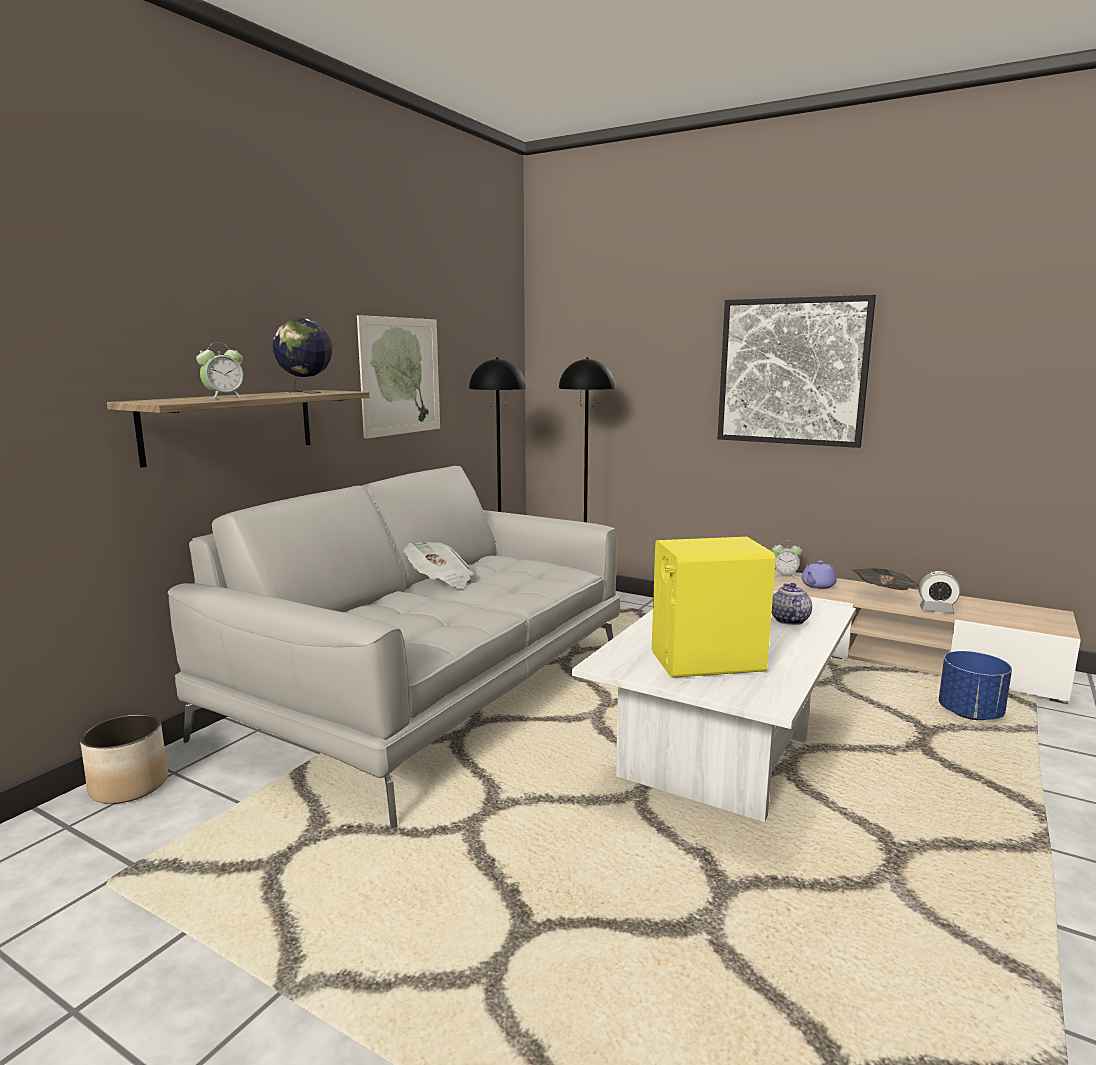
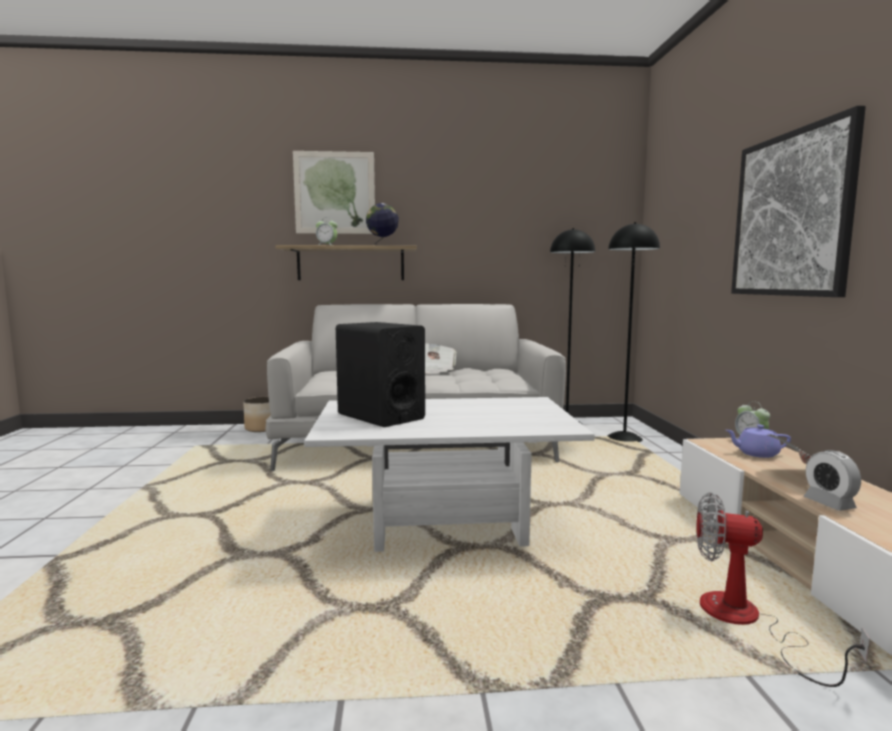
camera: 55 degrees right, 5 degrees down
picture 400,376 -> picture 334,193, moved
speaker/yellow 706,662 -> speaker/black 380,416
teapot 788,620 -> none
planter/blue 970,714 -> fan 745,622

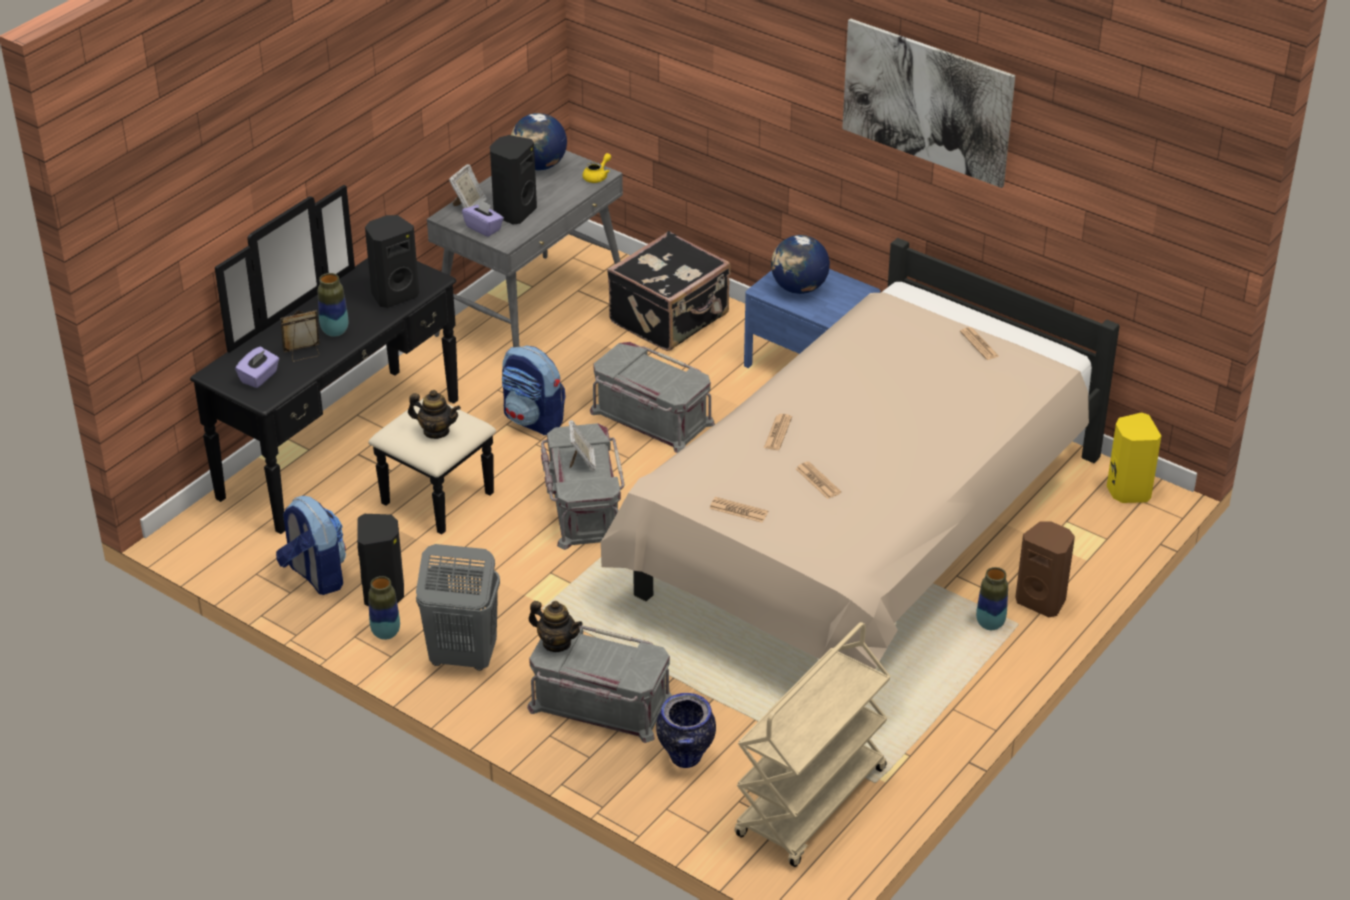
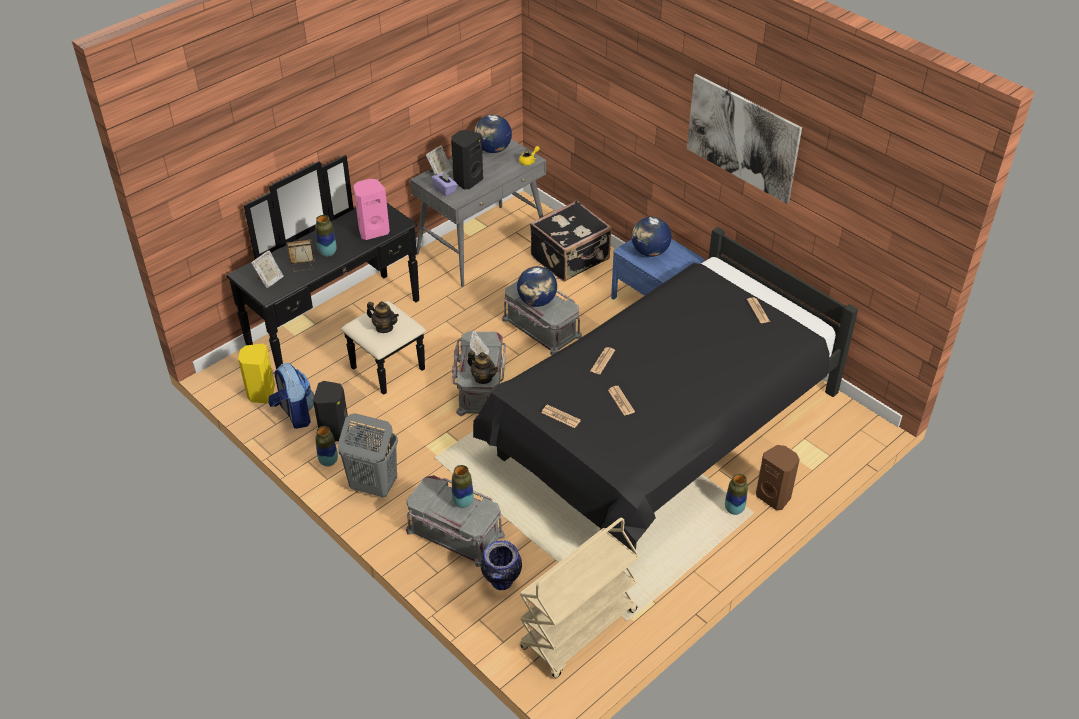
camera: 10 degrees right, 5 degrees up
tissue box/purple 259,377 -> picture frame 269,280
speaker/black 393,295 -> speaker/pink 373,231
backpack 534,420 -> none
teapot 556,643 -> teapot 483,378, moved
bed/beige 864,534 -> bed/black 662,430
speaker/yellow 1127,491 -> speaker/yellow 261,393, moved
none -> vase 463,502
none -> globe 537,301

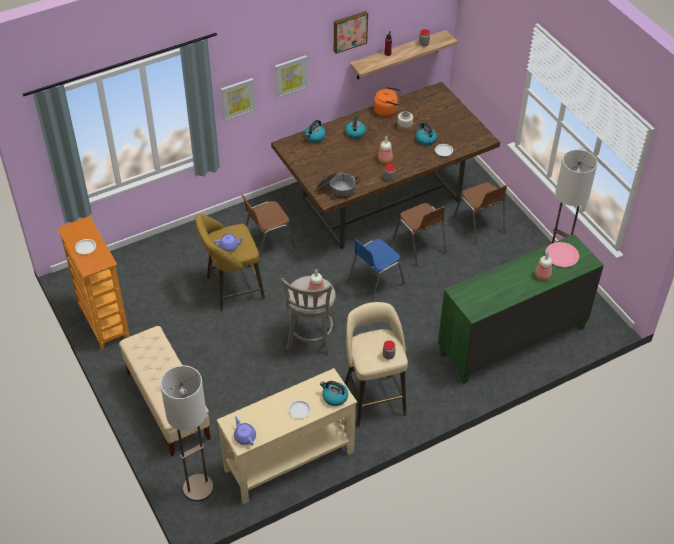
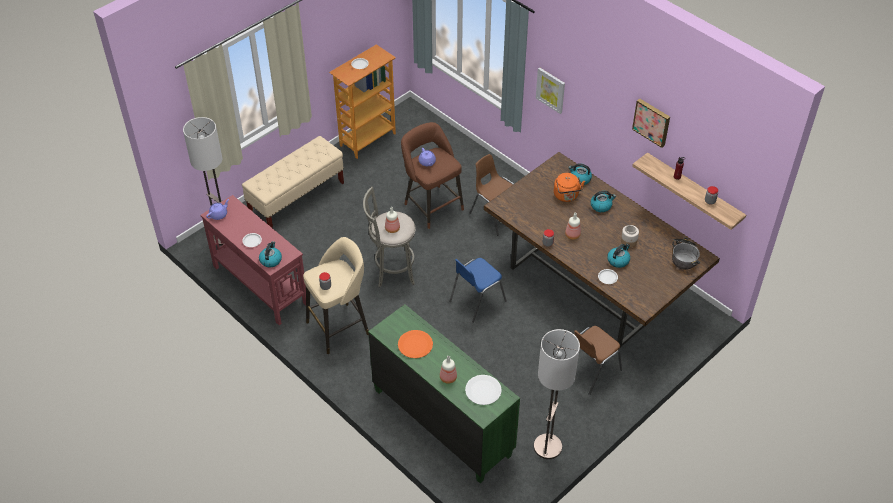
camera: 75 degrees right, 0 degrees up
stool/yellow 231,289 -> stool/brown 431,205
console table/beige 288,461 -> console table/red 260,284
picture 290,76 -> none
cooking pot 336,189 -> cooking pot 684,257, moved
chair/blue 374,283 -> chair/blue 476,301, 75 degrees counterclockwise
kettle/orange 387,110 -> kettle/orange 566,196, moved
chair/brown 419,246 -> none
plate/pink 561,255 -> plate/white 483,390
none -> plate/orange 415,345

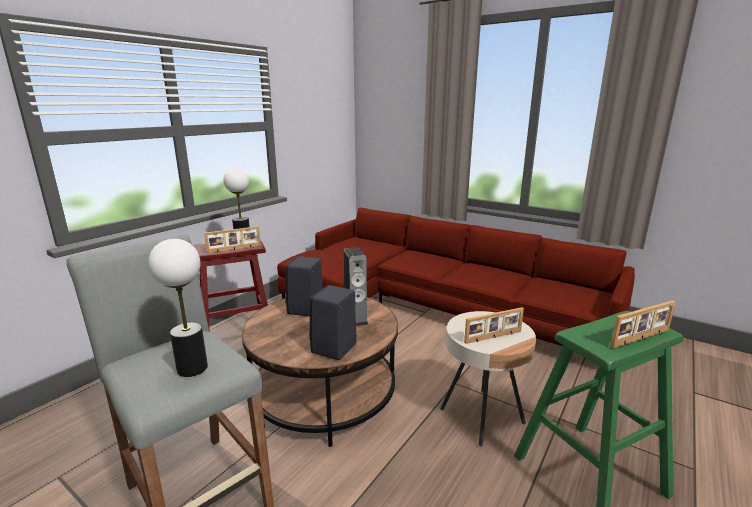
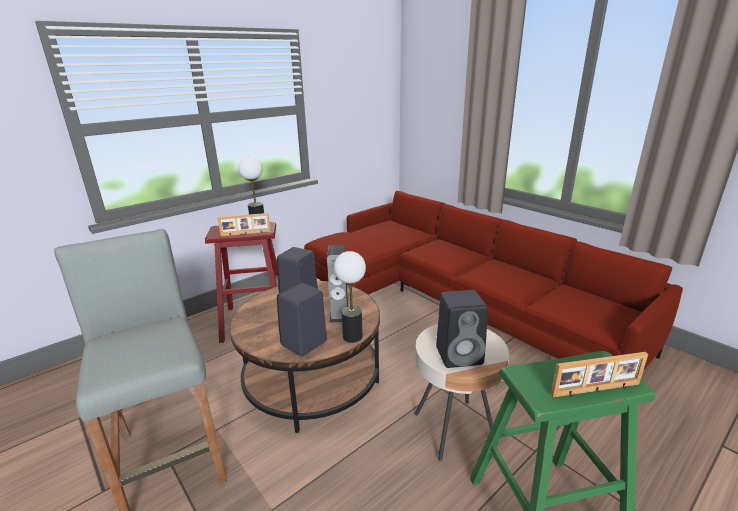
camera: 15 degrees right, 5 degrees up
table lamp 193,368 -> table lamp 353,337, moved
picture frame 493,337 -> speaker/black 460,355

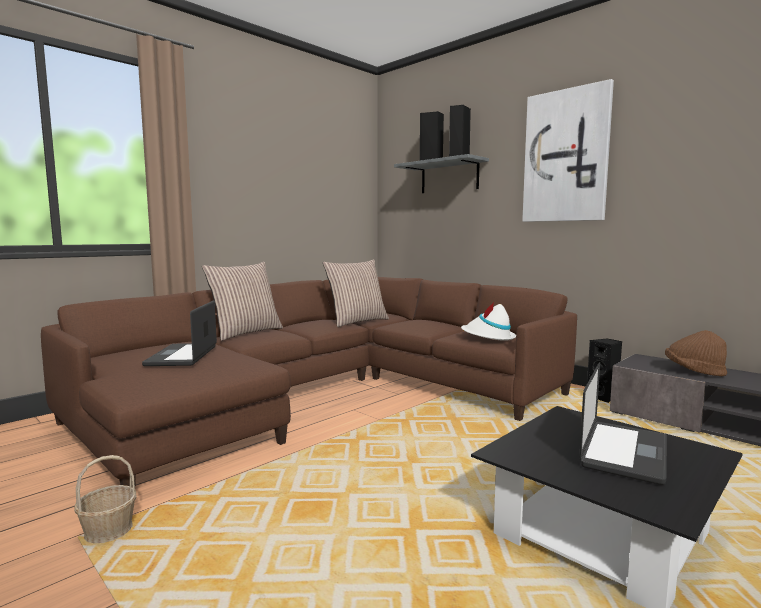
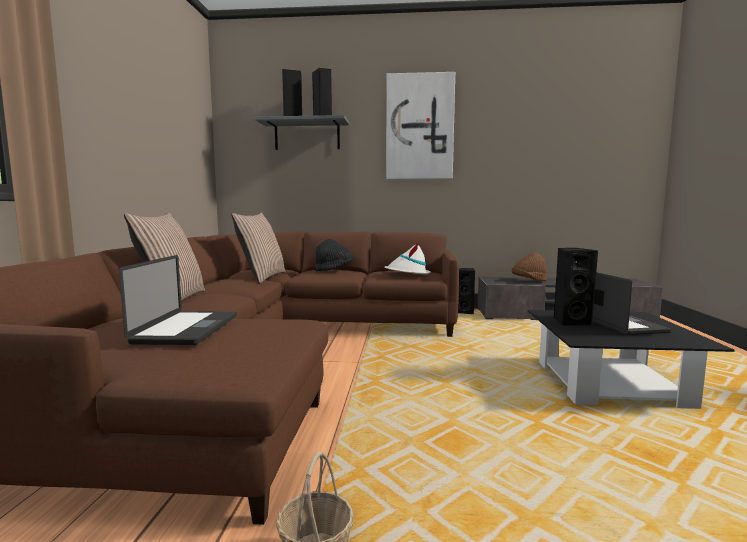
camera: 40 degrees left, 0 degrees up
laptop 182,356 -> laptop 187,329, 135 degrees counterclockwise
none -> hat/black 335,270
none -> speaker/black 570,322

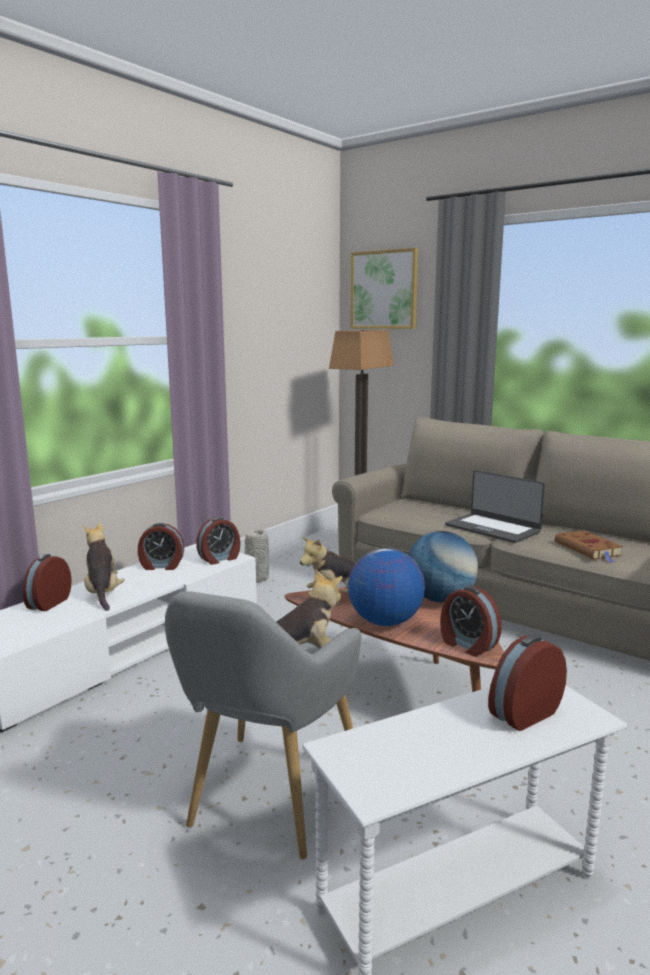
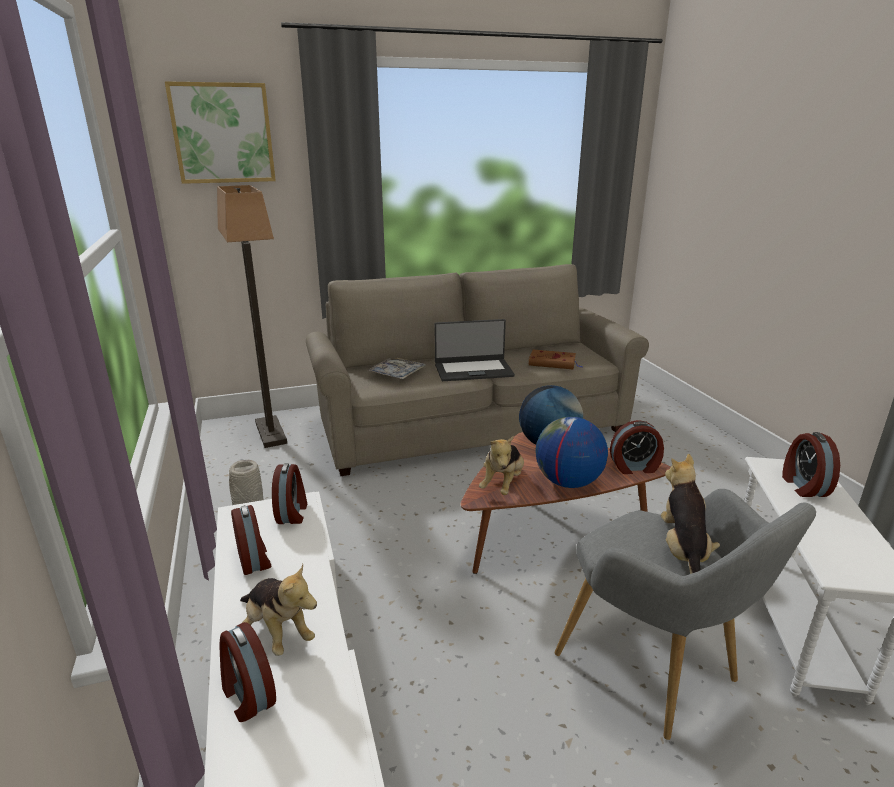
camera: 55 degrees left, 10 degrees up
plush toy 103,593 -> plush toy 277,632, 150 degrees counterclockwise
alarm clock 161,566 -> alarm clock 254,559, 60 degrees counterclockwise
none -> tray 397,373

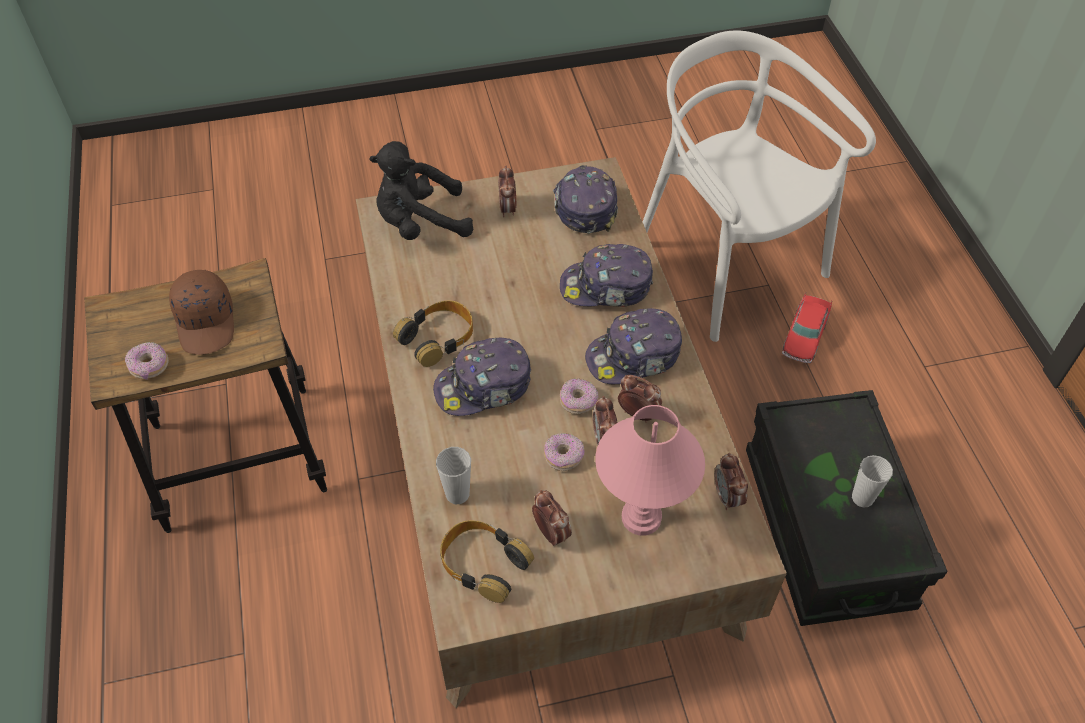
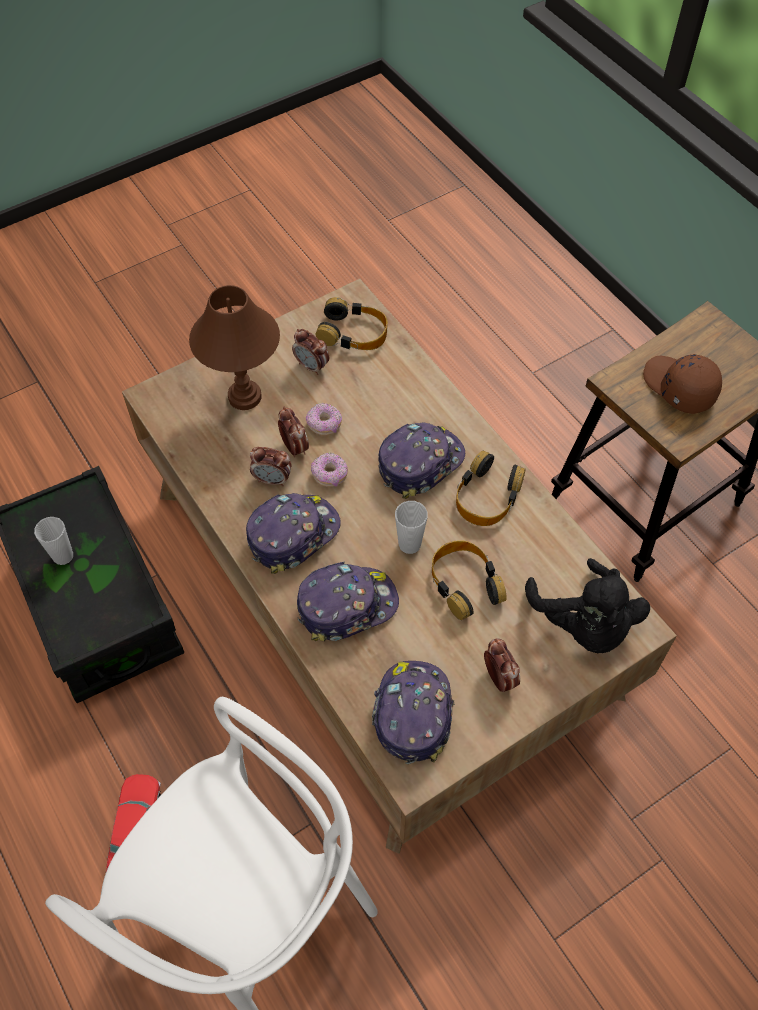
camera: 160 degrees right, 5 degrees up
donut 149,366 -> none
plush toy/black 420,223 -> plush toy/black 584,624, 105 degrees clockwise
cup 457,494 -> cup 409,544, moved
cap 584,206 -> cap 412,713, 150 degrees counterclockwise
table lamp/pink 641,517 -> table lamp/brown 245,397
alarm clock 727,497 -> none
none -> headphones 464,583

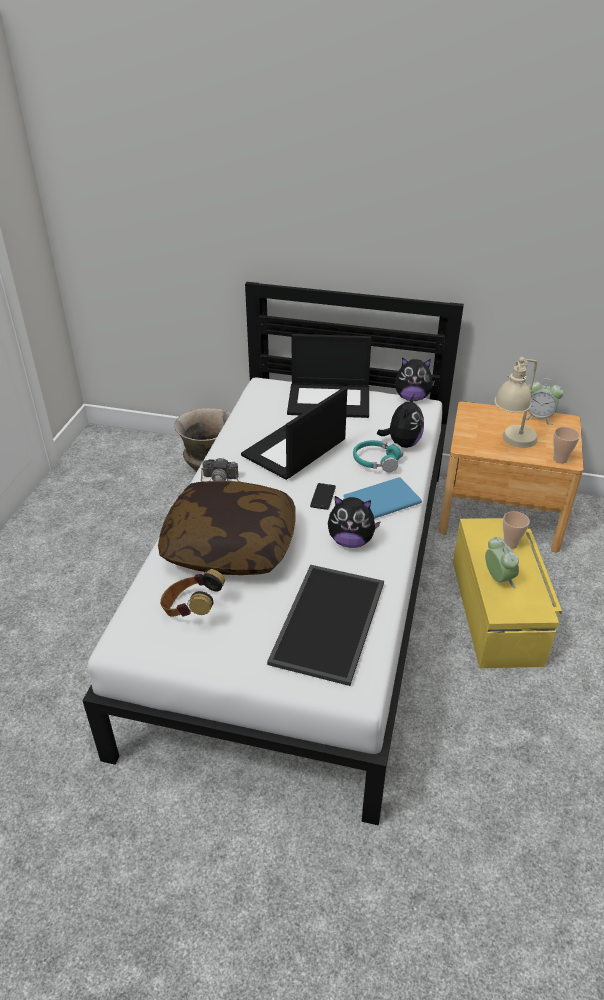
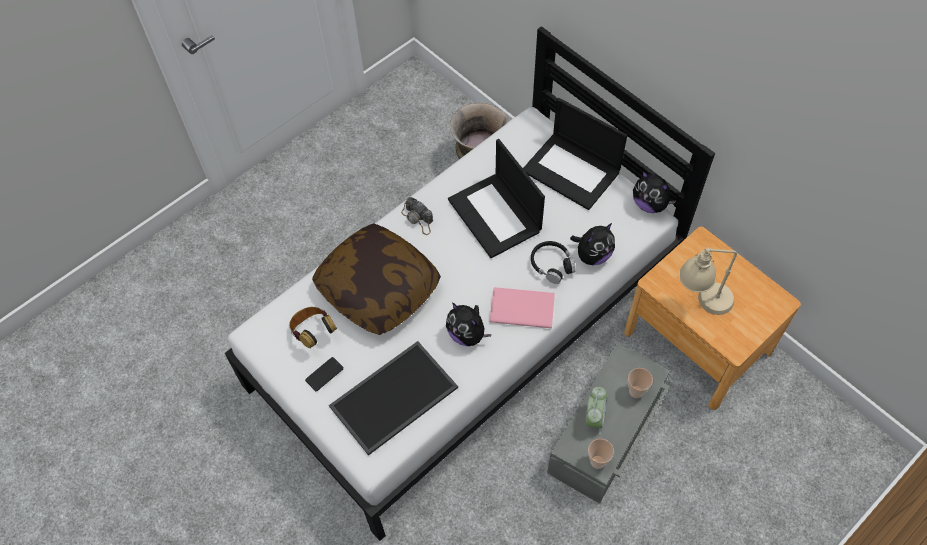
camera: 35 degrees right, 20 degrees up
laptop 294,449 -> laptop 496,215, 105 degrees counterclockwise
phone 323,496 -> phone 324,374, moved
book/blue 379,500 -> book/pink 520,307
headphones/turquoise 376,461 -> headphones/black 552,264
storage box/yellow 497,610 -> storage box/grey 606,433
alarm clock 538,417 -> none
cup 560,459 -> cup 597,462, moved

